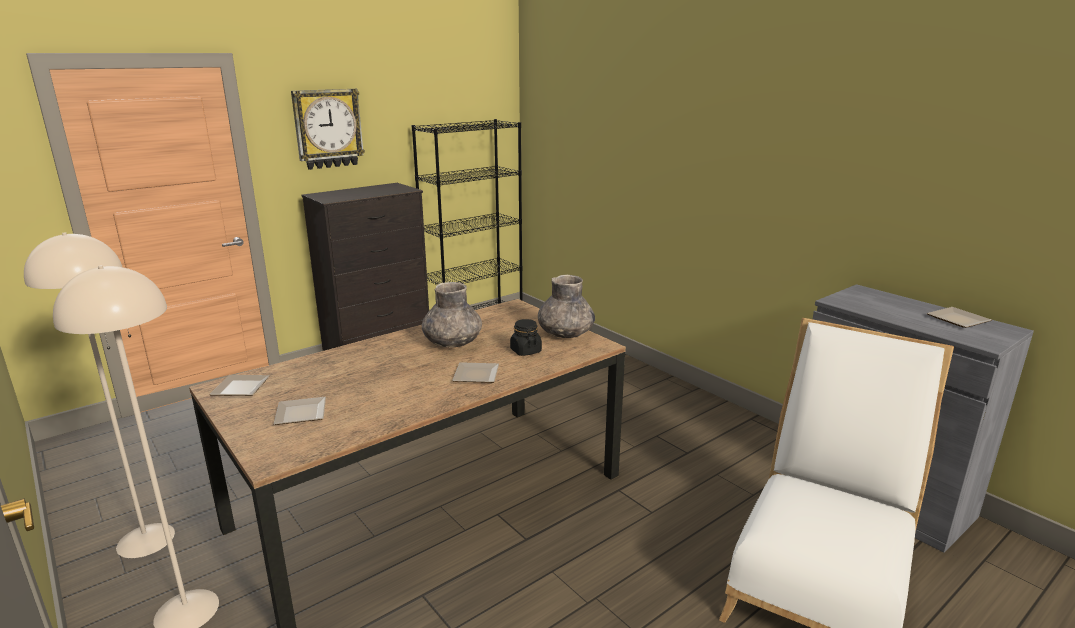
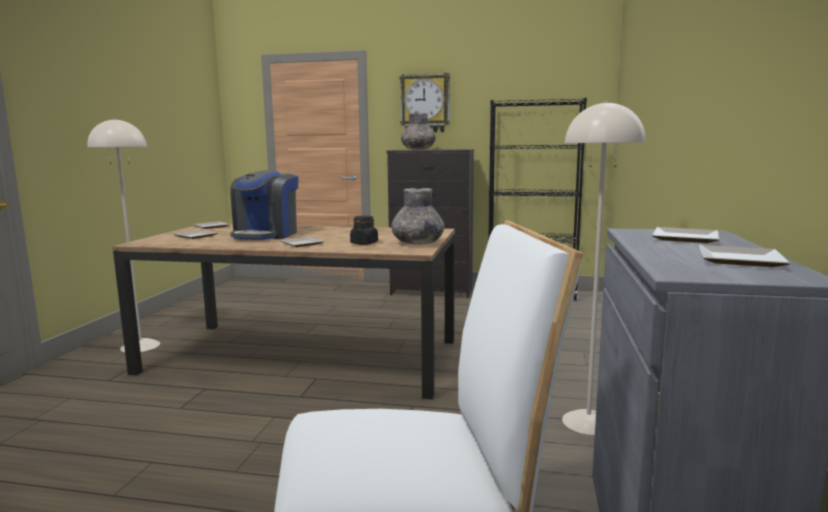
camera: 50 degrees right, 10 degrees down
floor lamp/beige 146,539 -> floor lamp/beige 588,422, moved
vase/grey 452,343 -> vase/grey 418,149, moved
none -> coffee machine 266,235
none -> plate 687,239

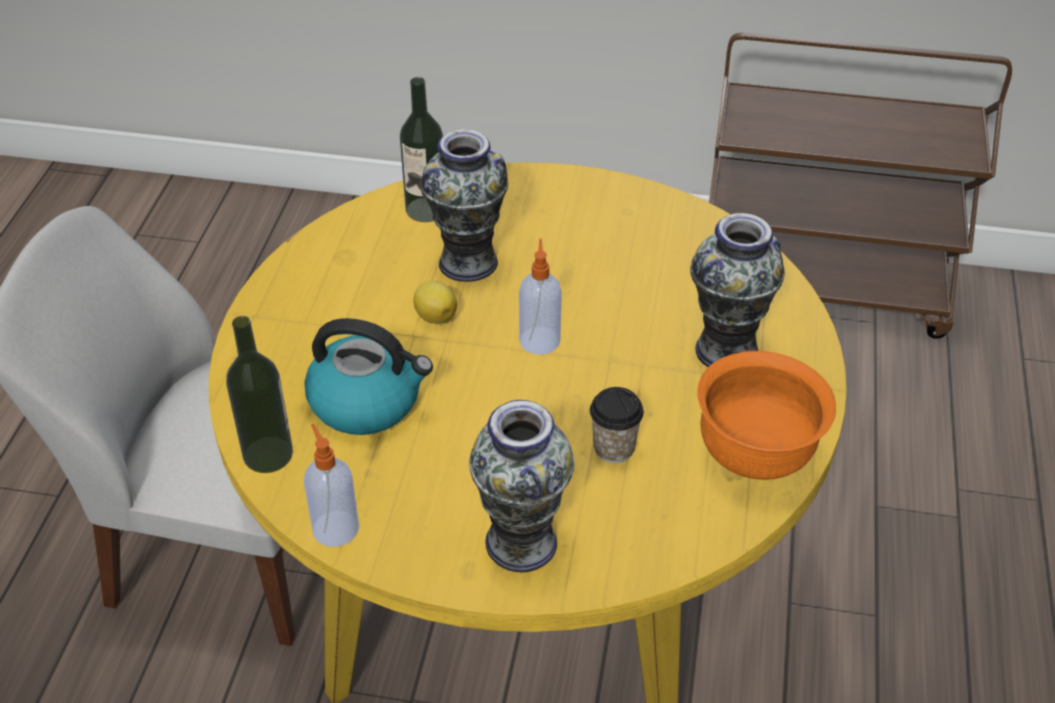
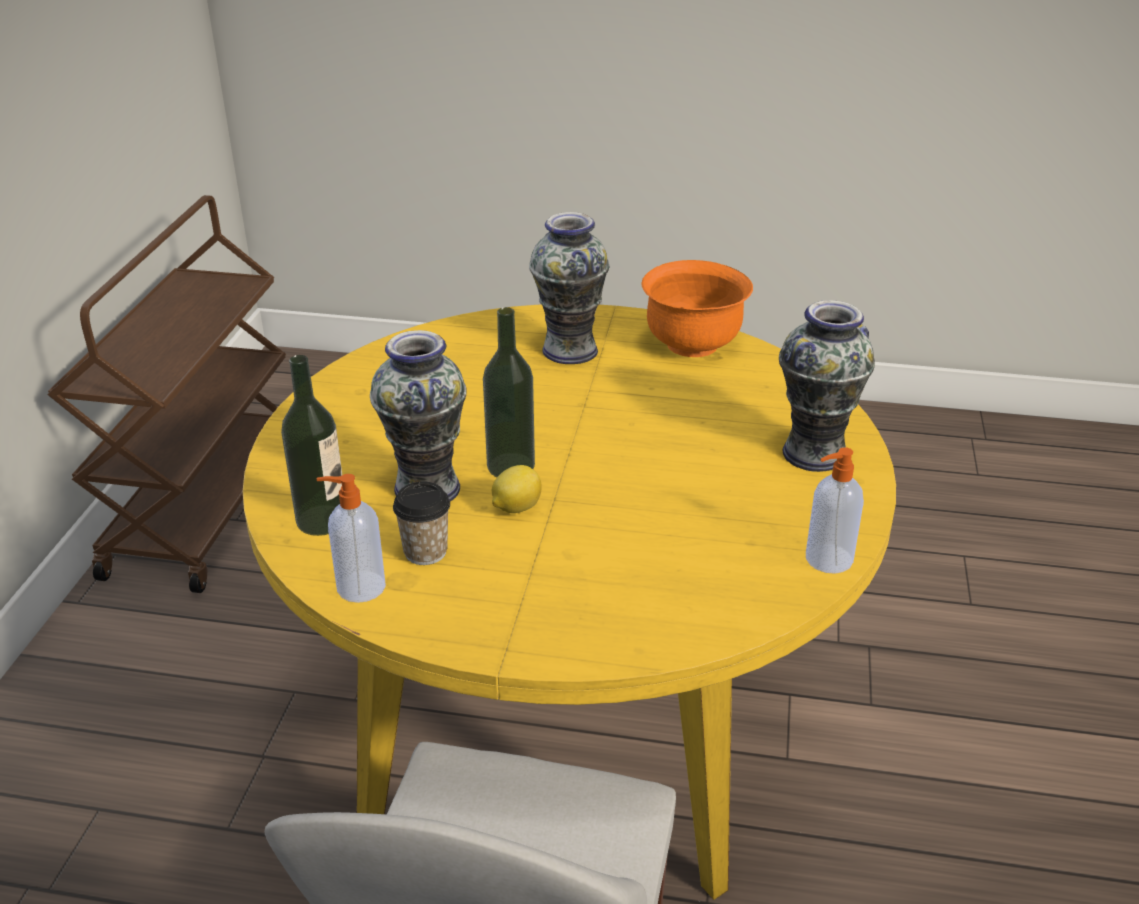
camera: 90 degrees left, 10 degrees down
bottle 268,454 -> bottle 510,466, moved
kettle 367,402 -> none
soap dispenser 539,339 -> soap dispenser 359,587, moved
cup 614,448 -> cup 425,552, moved

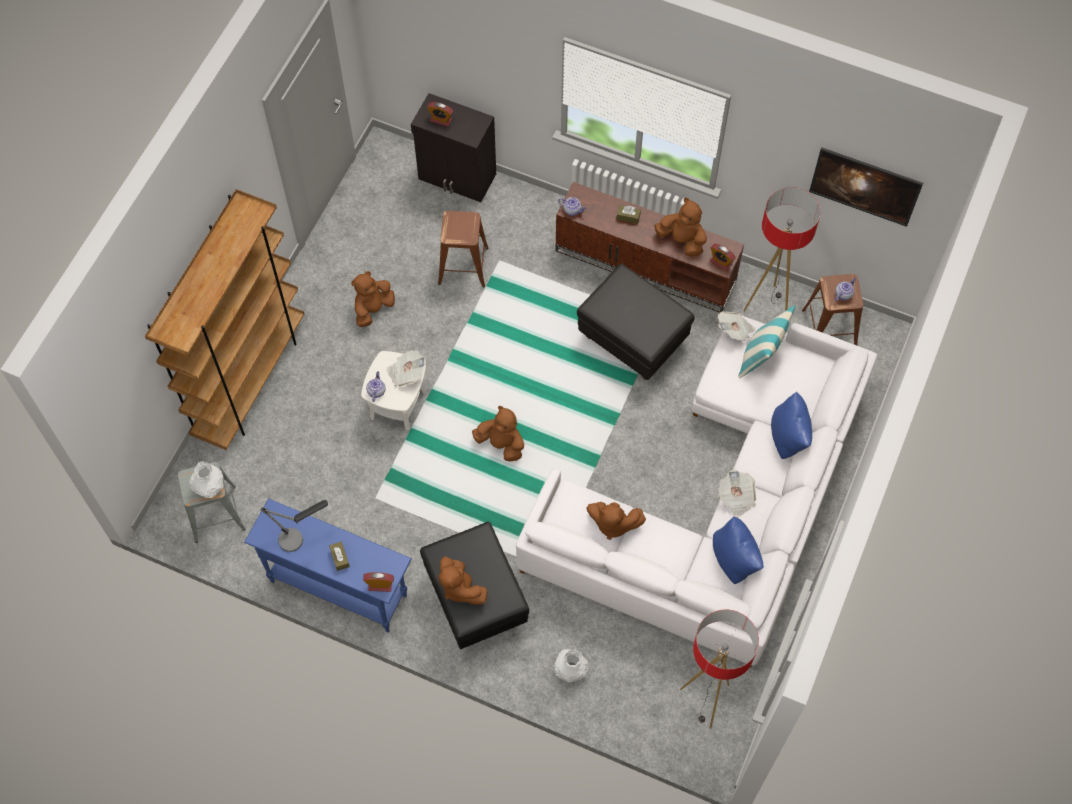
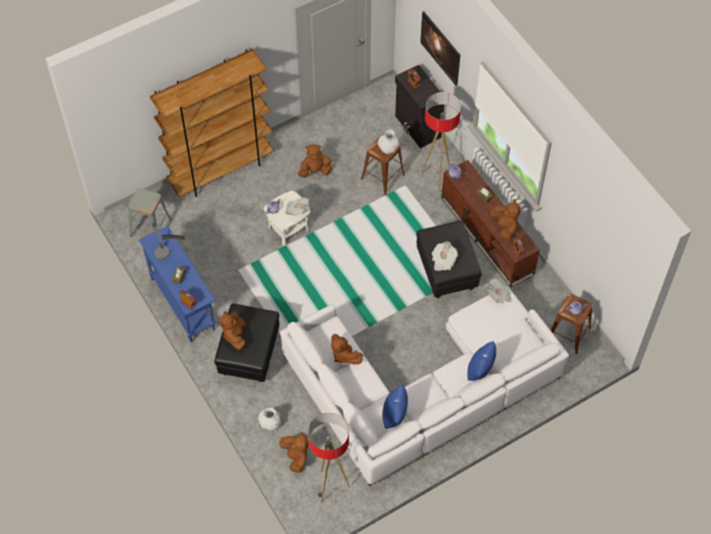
camera: 35 degrees right, 5 degrees down
vase/white 210,487 -> vase/white 388,149, moved
plush toy/brown 501,444 -> plush toy/brown 295,457, moved
newspaper 736,498 -> newspaper 443,261, moved
pillow 761,356 -> none
floor lamp 768,306 -> floor lamp 437,178, moved
picture 861,196 -> picture 440,55, moved

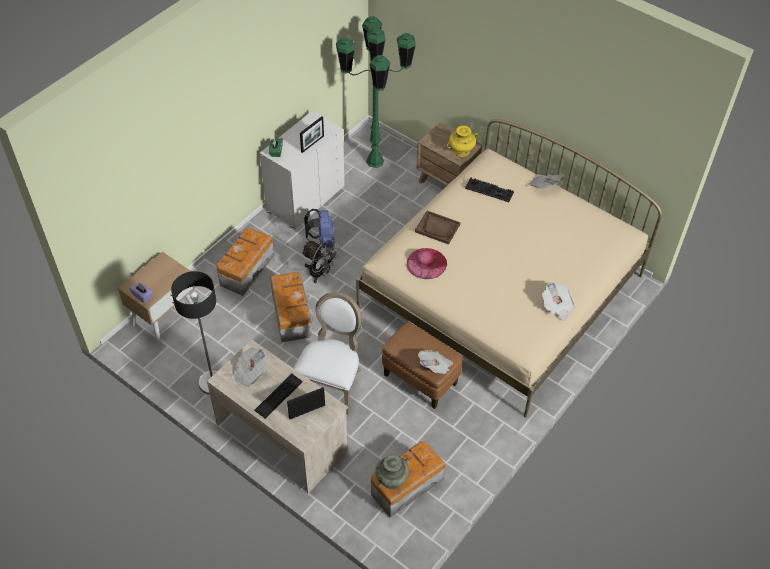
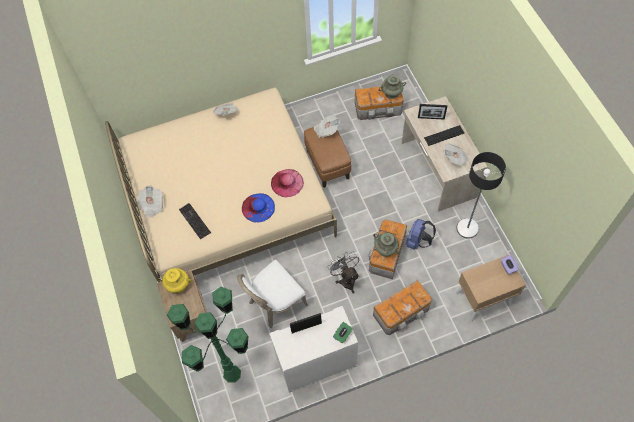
camera: 145 degrees left, 10 degrees up
chair/white 332,382 -> chair/white 275,303, moved
backpack/blue 322,241 -> backpack/blue 417,241, moved
tray/brown 437,228 -> hat/blue 258,207
none -> vase/turquoise 385,249

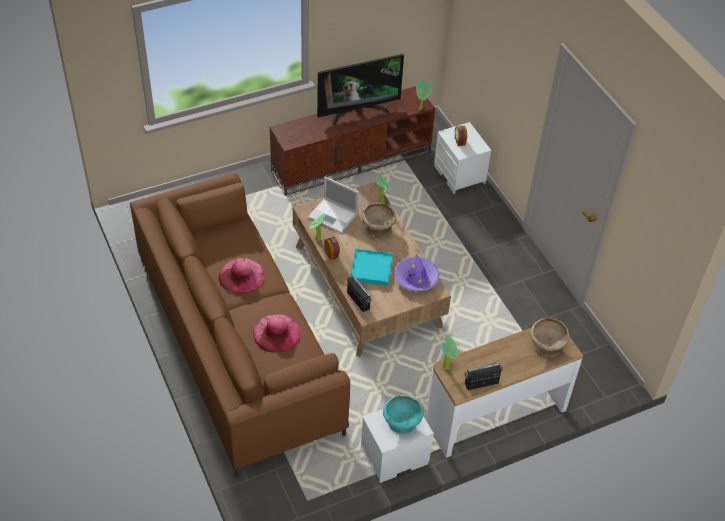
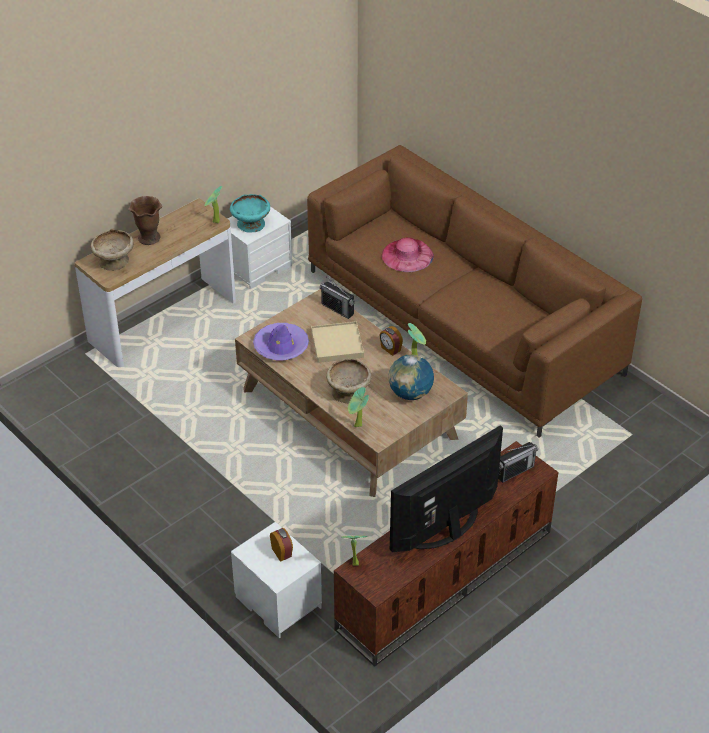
camera: 165 degrees right, 5 degrees down
hat/pink 241,275 -> none
laptop 333,215 -> globe 410,393
tray/turquoise 371,269 -> tray/beige 337,344
radio 481,383 -> radio 515,471, moved
none -> vase/brown 149,238

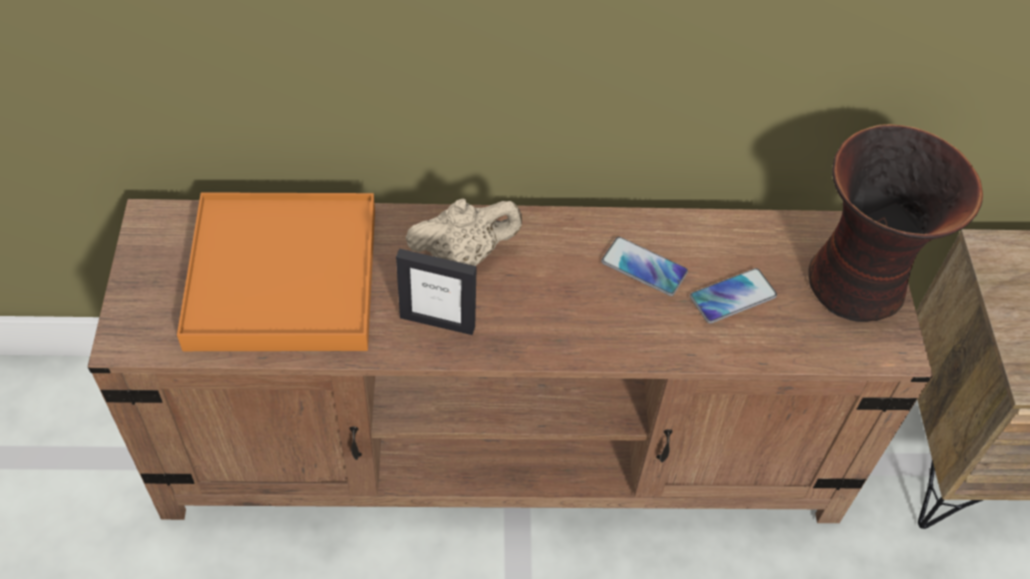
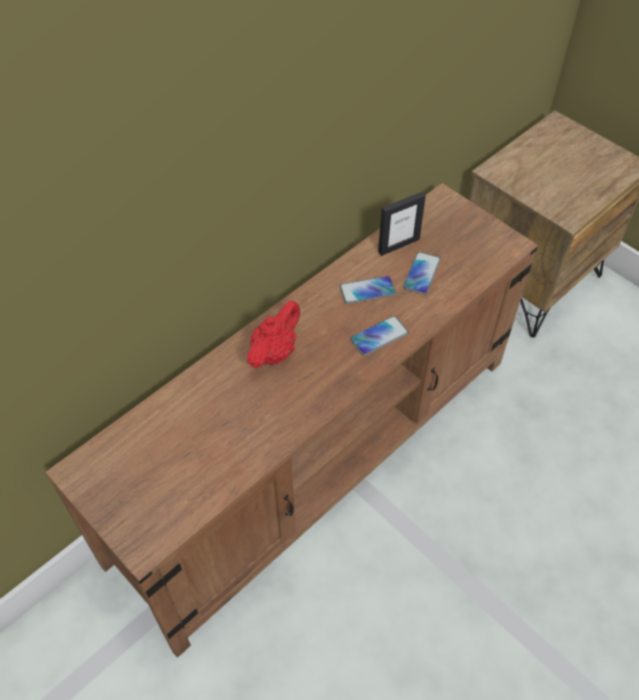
camera: 40 degrees left, 0 degrees up
tray/orange 284,277 -> none
picture frame 437,321 -> picture frame 398,245, moved
teapot/beige 463,254 -> teapot/red 274,352
vase 858,285 -> none
none -> phone 379,336

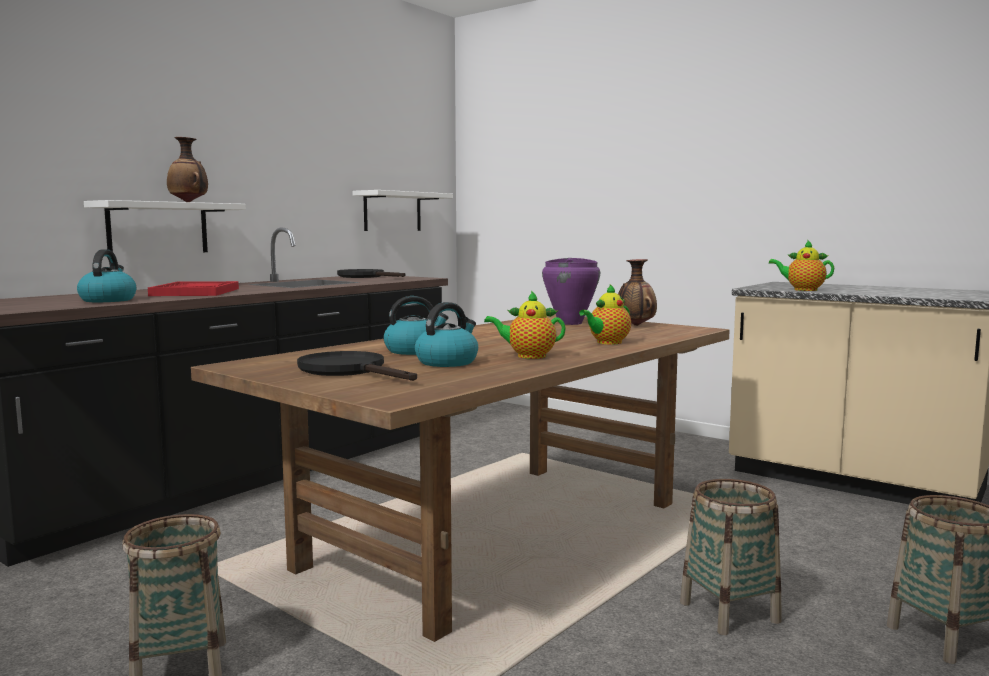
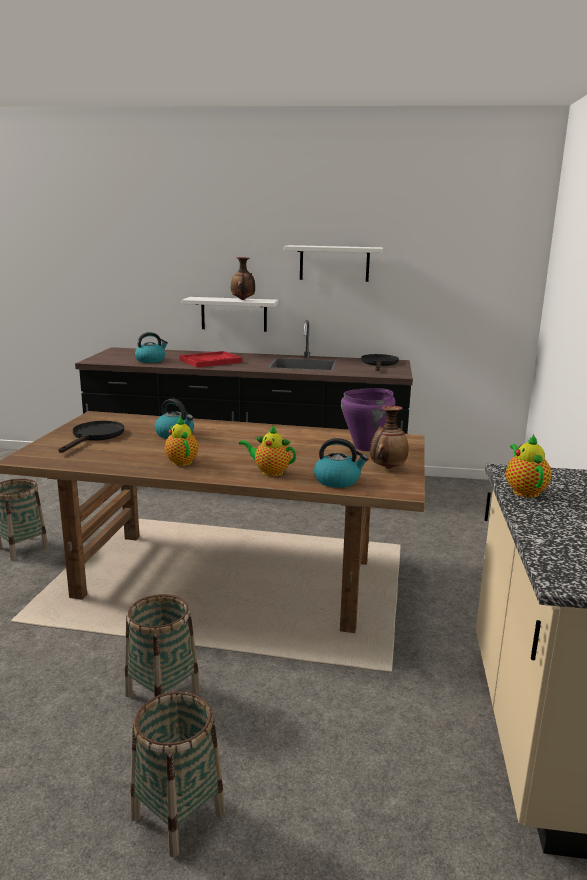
camera: 60 degrees right, 10 degrees up
shelf/white 392,211 -> shelf/white 334,263, moved
kettle 447,362 -> kettle 338,480, moved

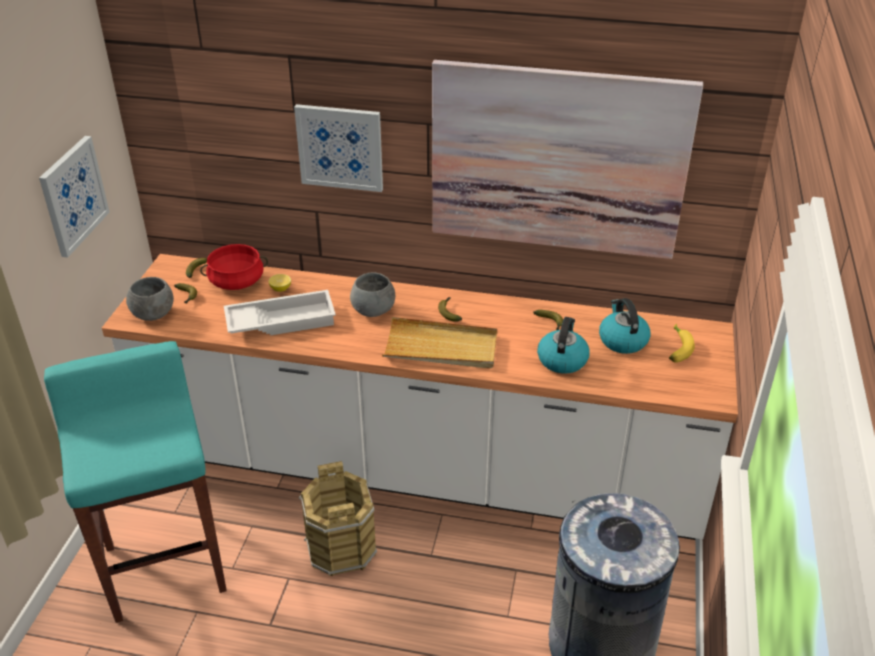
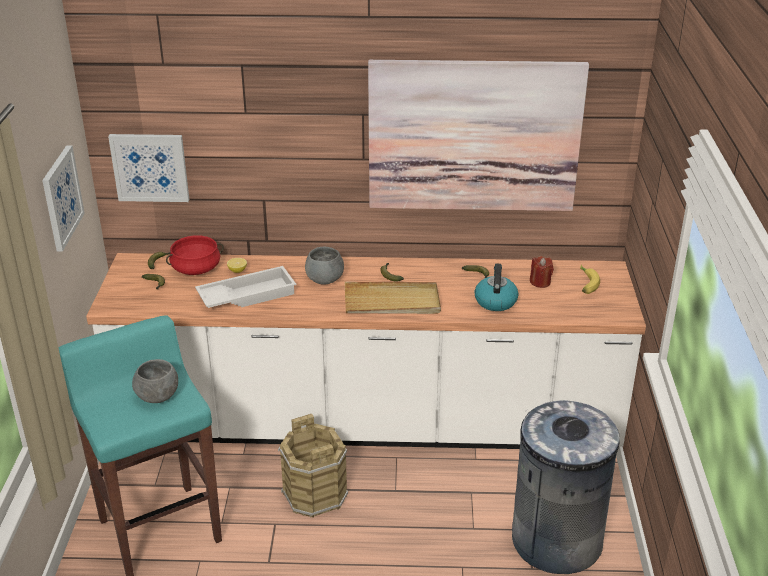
camera: 10 degrees left, 5 degrees down
bowl/grey 153,314 -> bowl/grey 157,396, moved
picture 340,147 -> picture 150,167, moved
kettle 622,340 -> candle/red 540,282

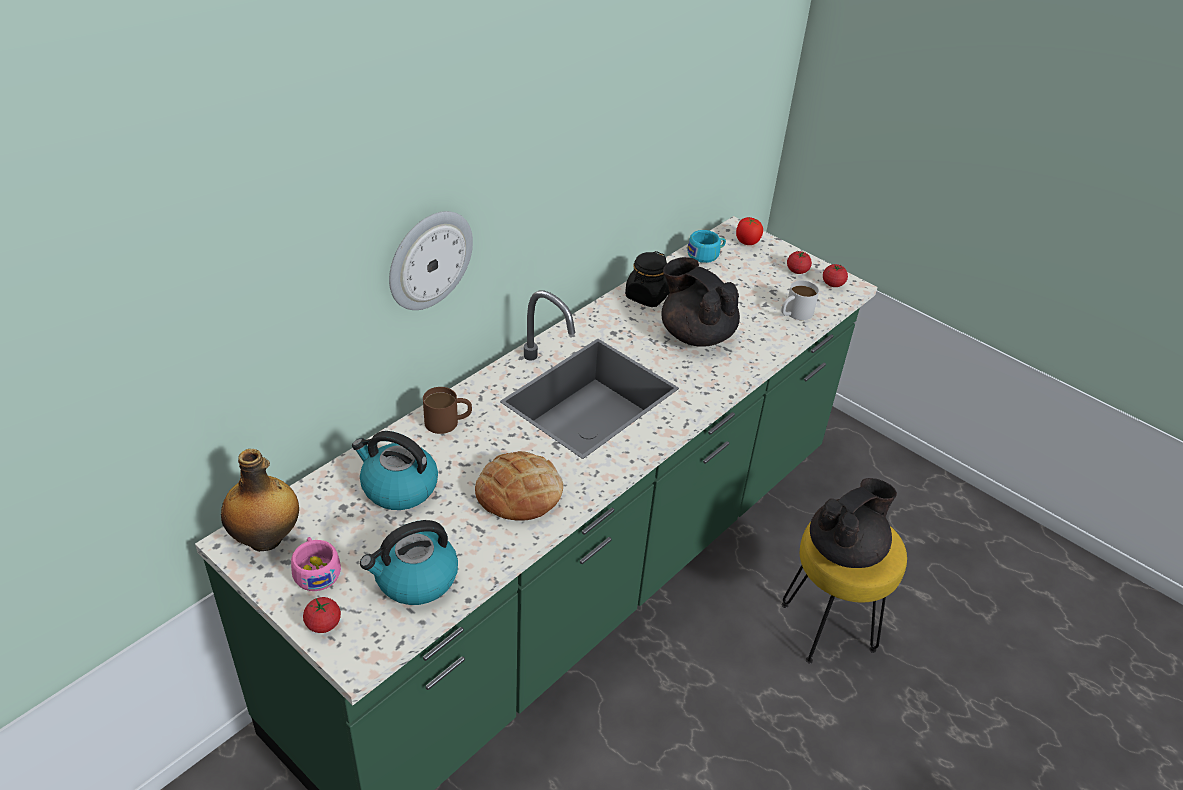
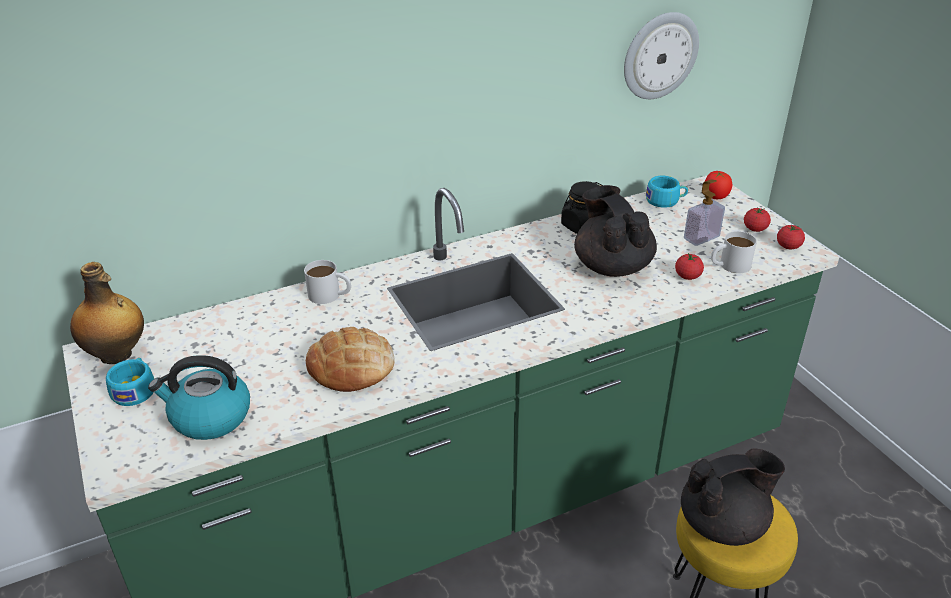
camera: 25 degrees right, 5 degrees down
cup/pink 316,570 -> cup/turquoise 136,389
tomato 323,624 -> tomato 687,276, moved
kettle 398,487 -> none
wall clock 429,259 -> wall clock 659,55, moved
mug/brown 448,421 -> mug/white 330,295
none -> soap dispenser 701,237

